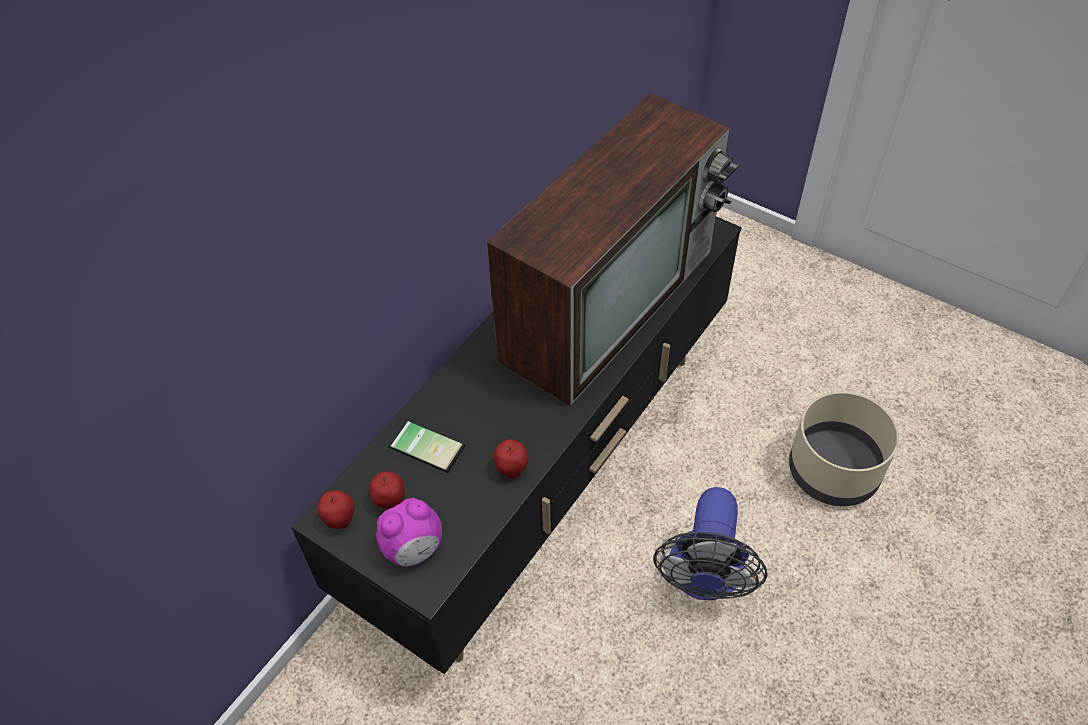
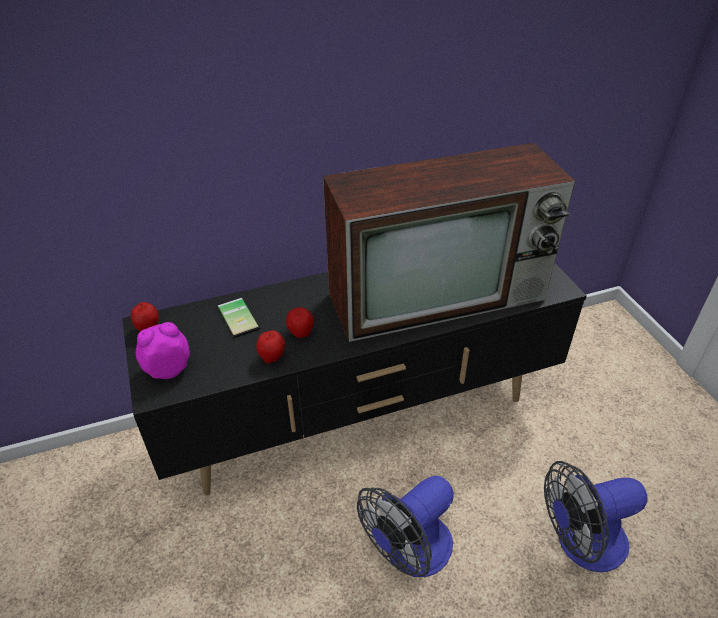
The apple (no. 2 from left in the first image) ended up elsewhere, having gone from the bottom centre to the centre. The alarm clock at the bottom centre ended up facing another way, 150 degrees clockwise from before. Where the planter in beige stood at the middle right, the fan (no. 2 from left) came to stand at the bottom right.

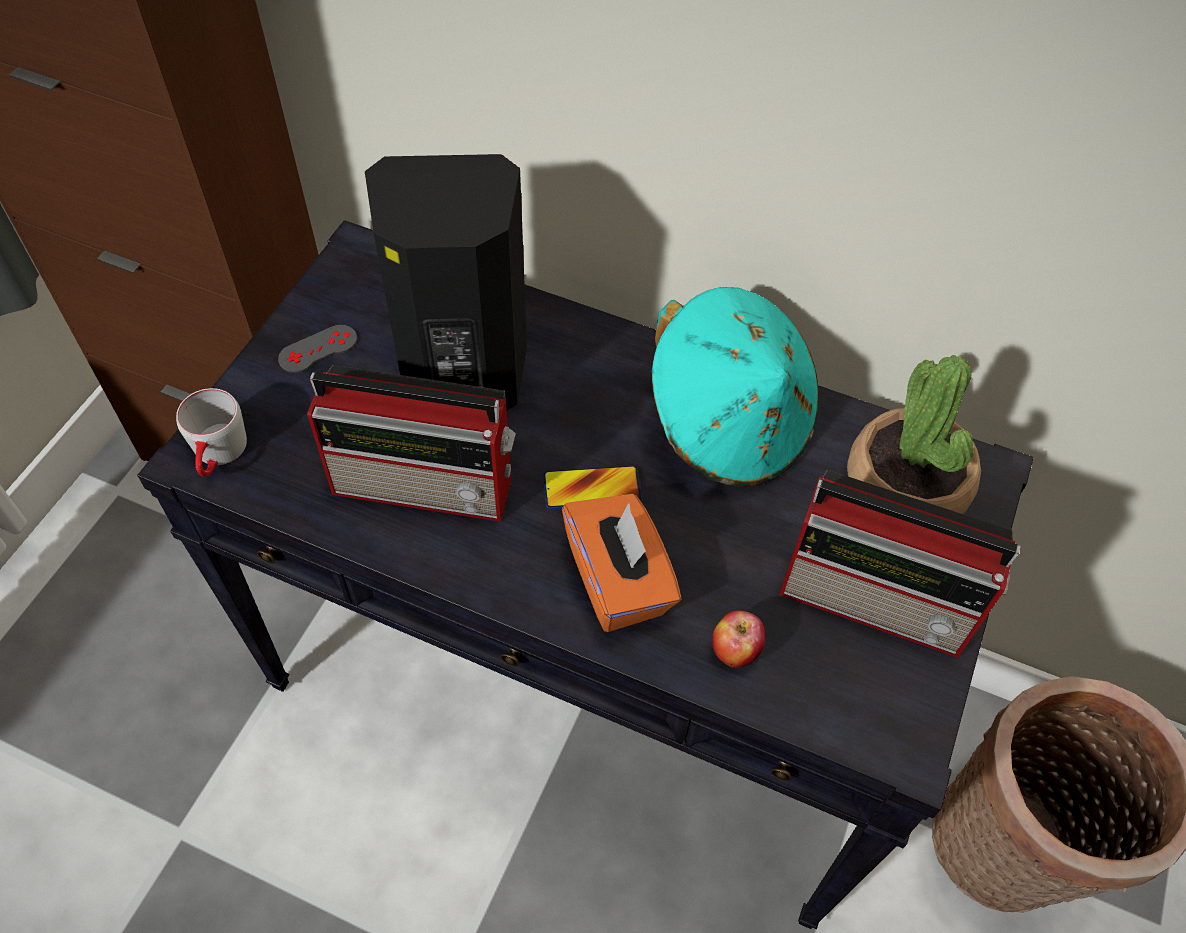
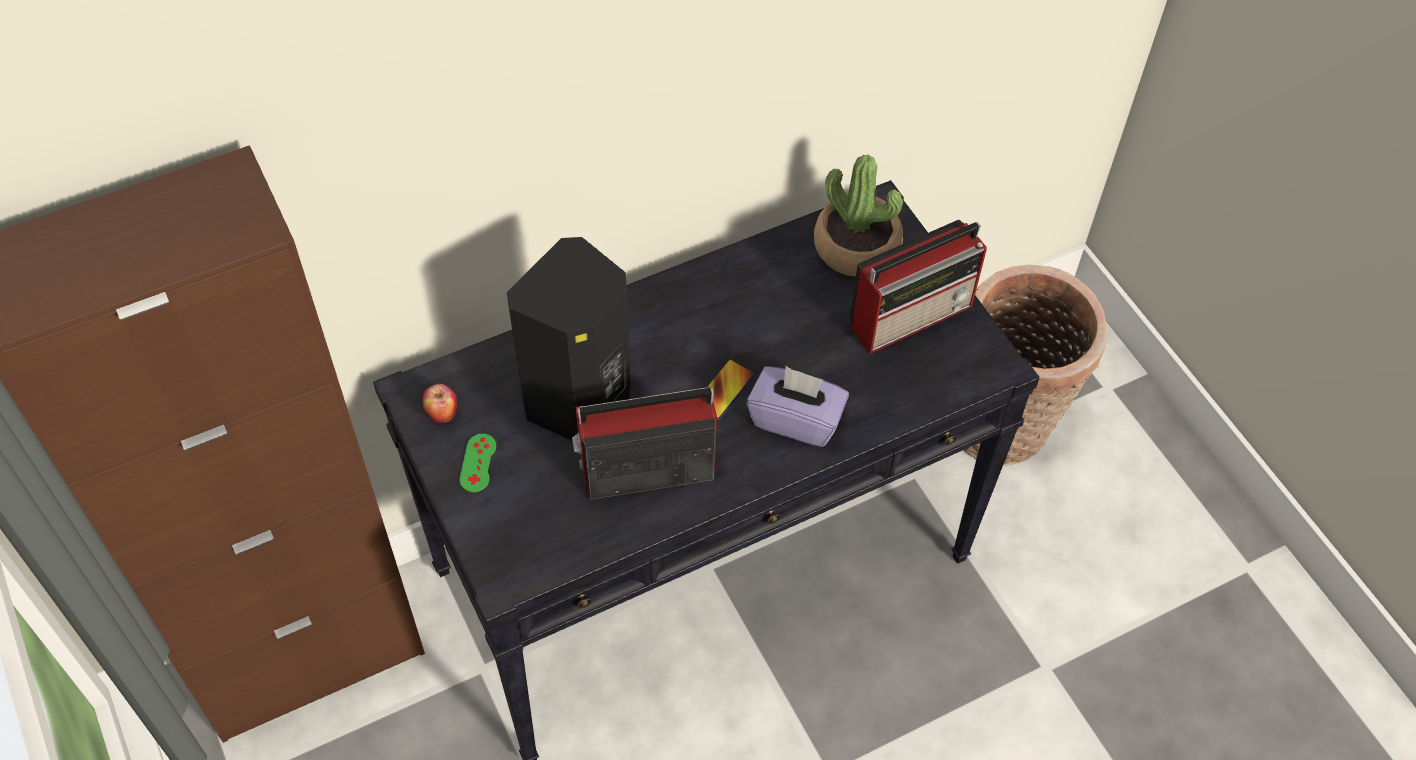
The second view lost the mug in grey at the middle left. What was the game controller in grey at the middle left turned into the game controller in green at the centre. The radio (no. 1 from left) at the centre ended up facing another way, 150 degrees counterclockwise from before. What was the tissue box in orange at the centre turned into the tissue box in purple at the centre. The second view lost the hat in turquoise at the centre. The apple ended up elsewhere, having gone from the bottom centre to the middle left.

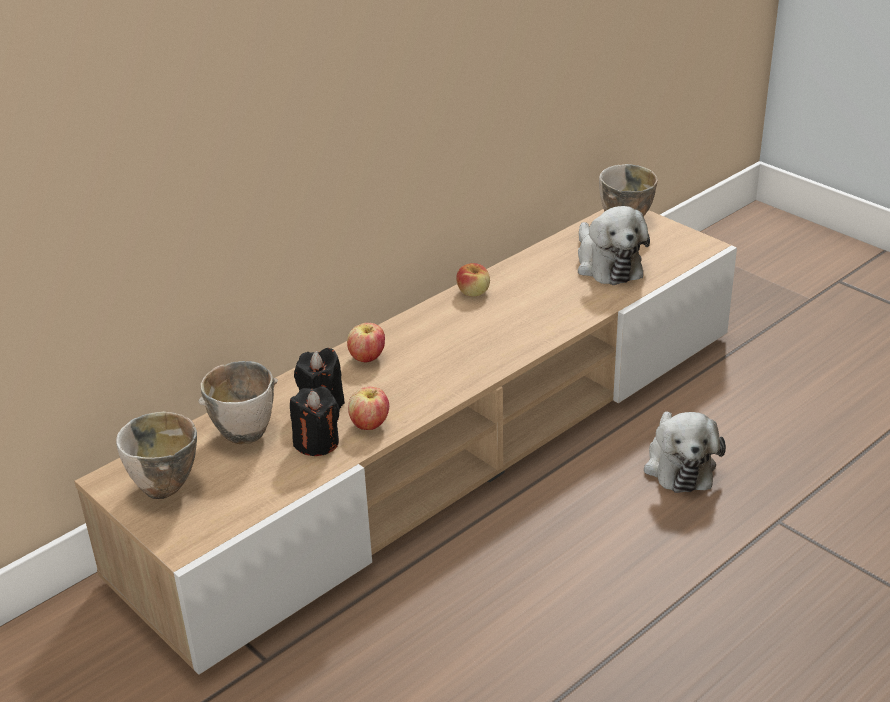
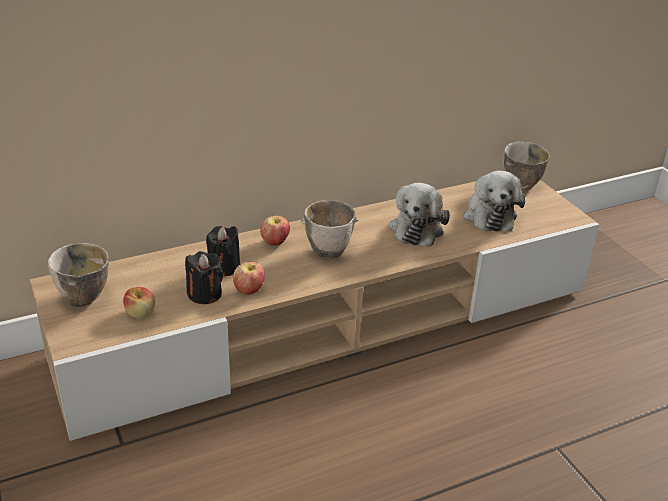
The bowl (no. 2 from left) ended up elsewhere, having gone from the middle left to the centre. The apple (no. 3 from left in the first image) ended up elsewhere, having gone from the centre to the middle left. The plush toy (no. 2 from left in the first image) ended up elsewhere, having gone from the middle right to the centre.

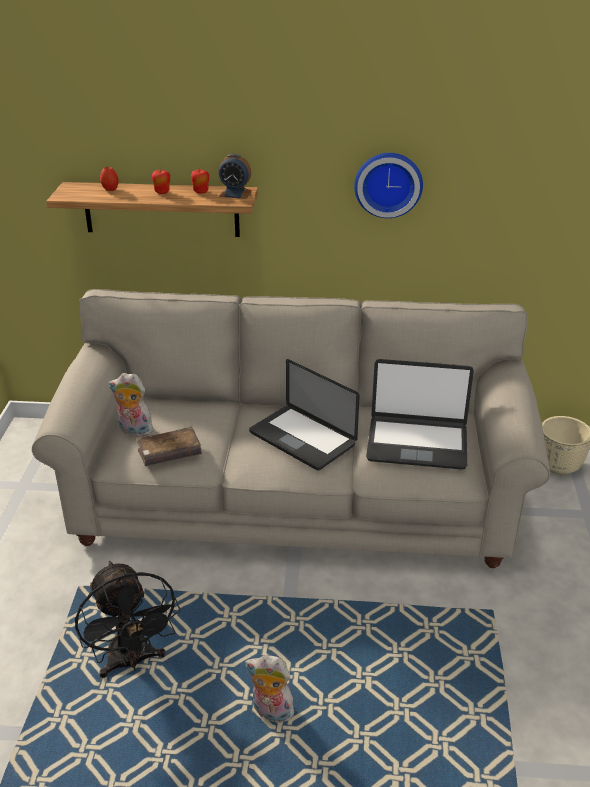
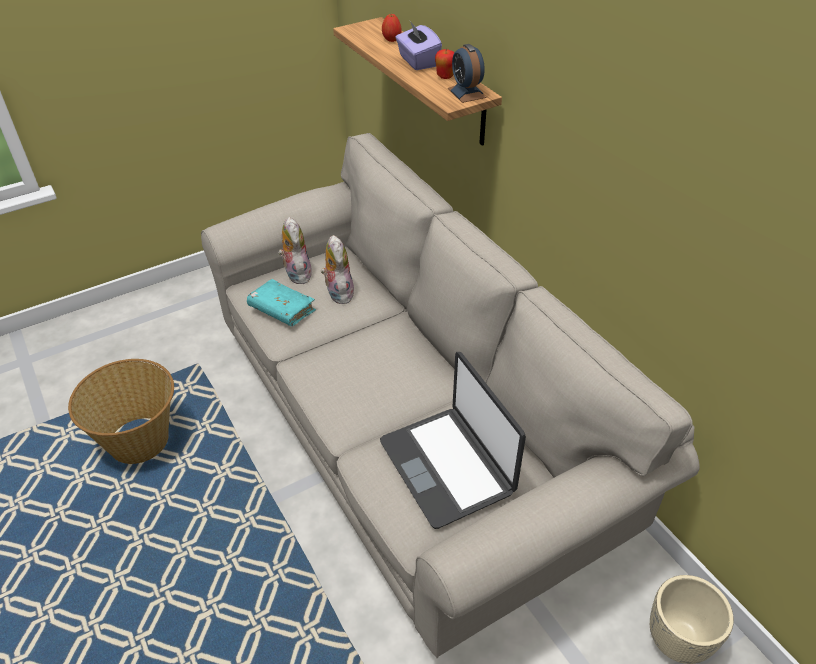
Where the fan in black stood at the bottom left, the basket came to stand at the middle left. What was the book in brown at the middle left turned into the book in turquoise at the centre. Where the apple (no. 2 from left) stood at the top left, the tissue box in purple came to stand at the top centre. The plush toy (no. 2 from left) ended up elsewhere, having gone from the bottom centre to the centre. The second view lost the laptop (no. 1 from left) at the centre. The second view lost the wall clock at the top centre.

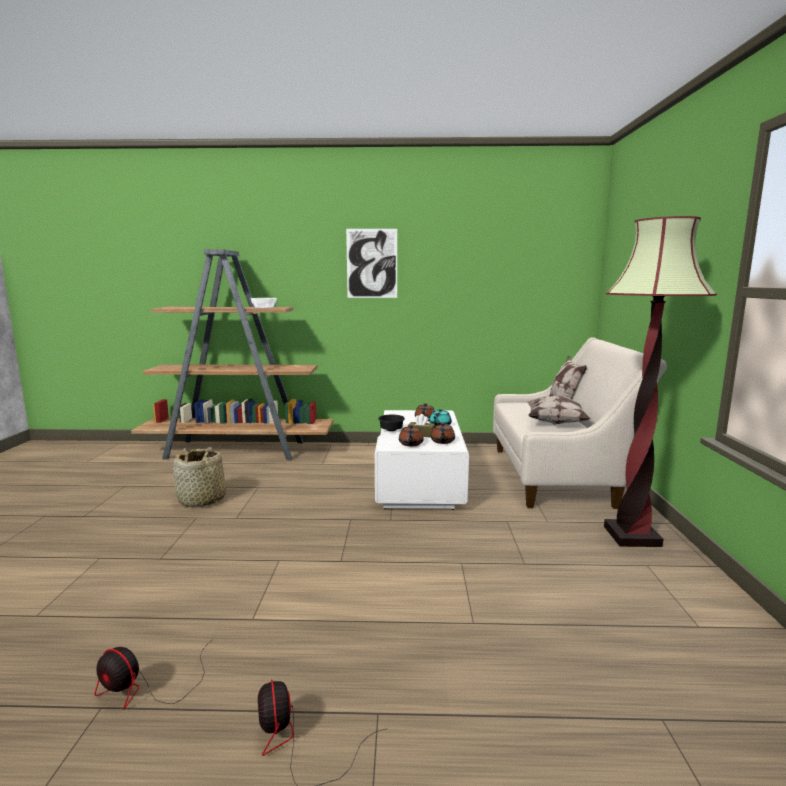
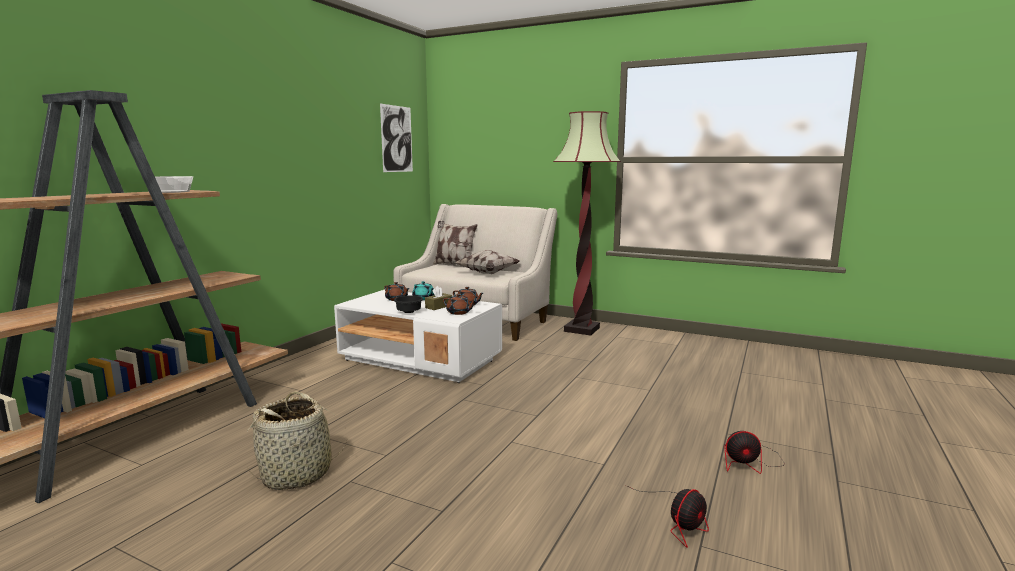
The picture ended up elsewhere, having gone from the centre to the top centre.

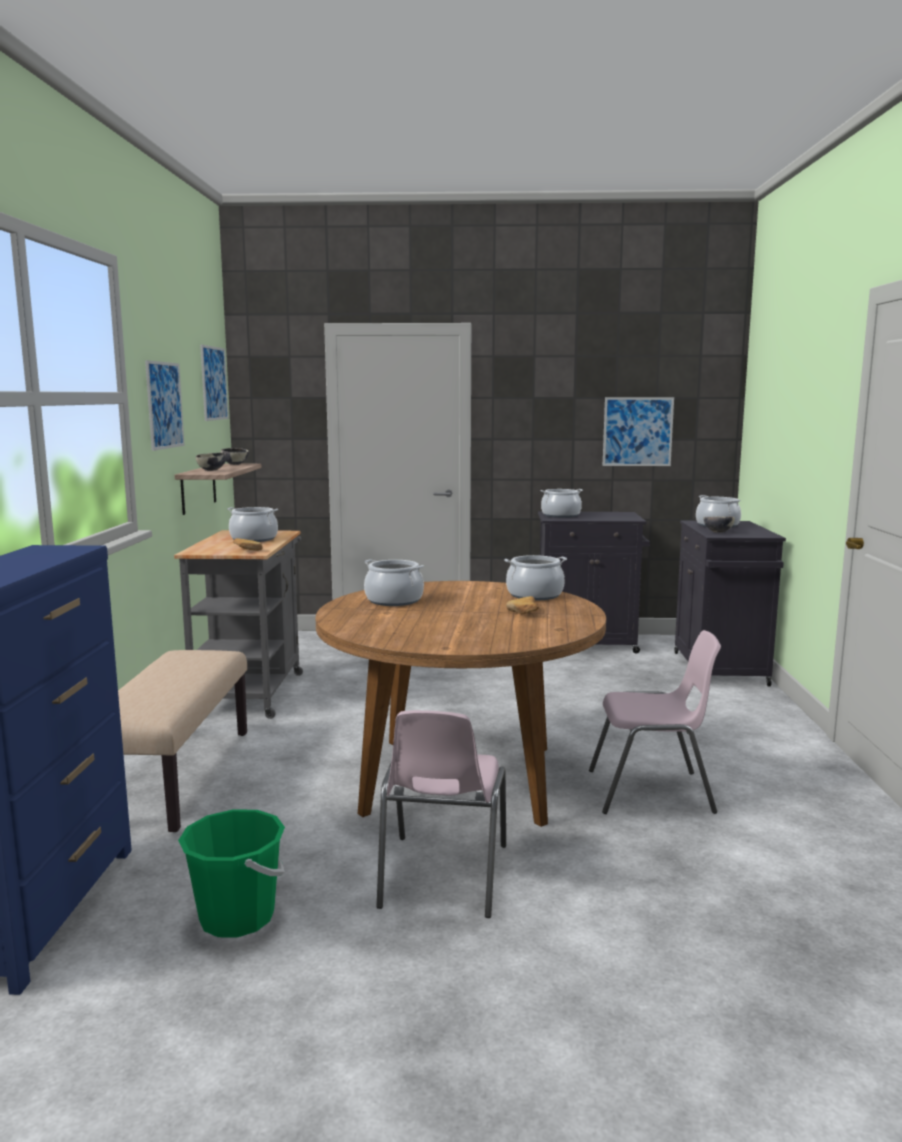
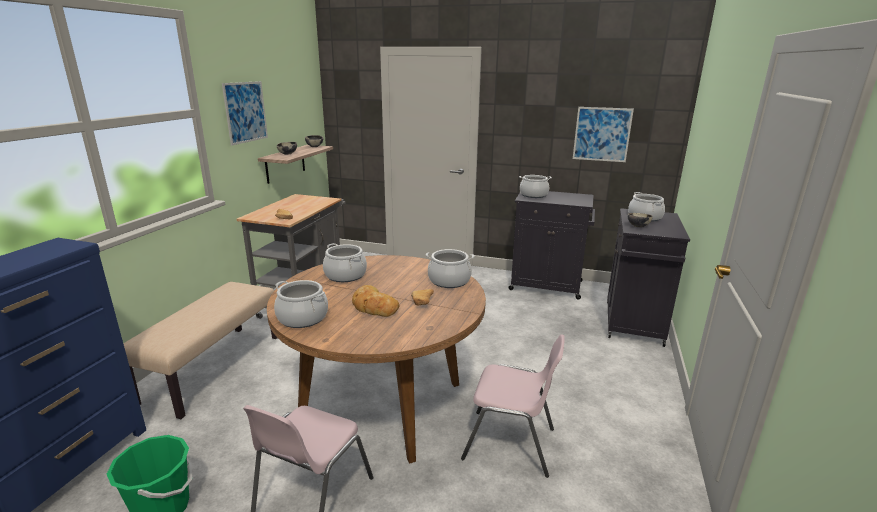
The second view lost the picture (no. 2 from left) at the middle left. The cooking pot (no. 1 from left) ended up elsewhere, having gone from the middle left to the centre. The second view gained the bread (no. 2 from left) at the centre.

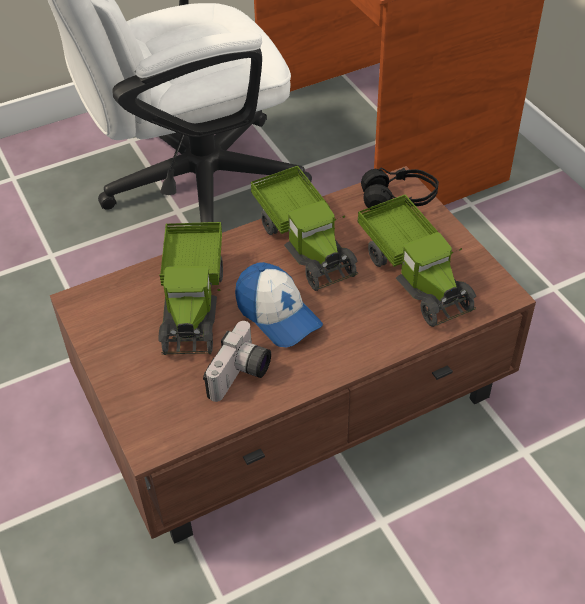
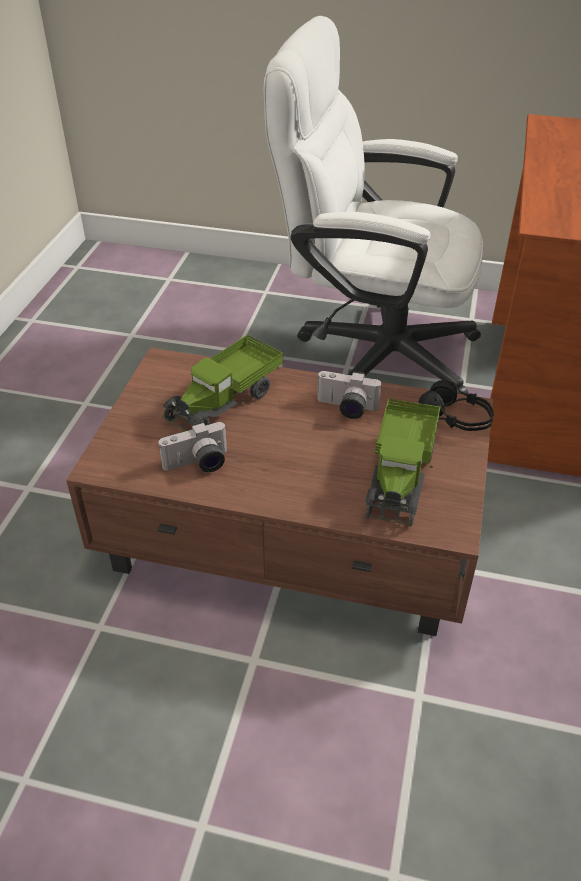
The second view lost the cap at the centre. Where the toy truck (no. 2 from left) stood at the centre, the photo camera (no. 2 from left) came to stand at the centre.

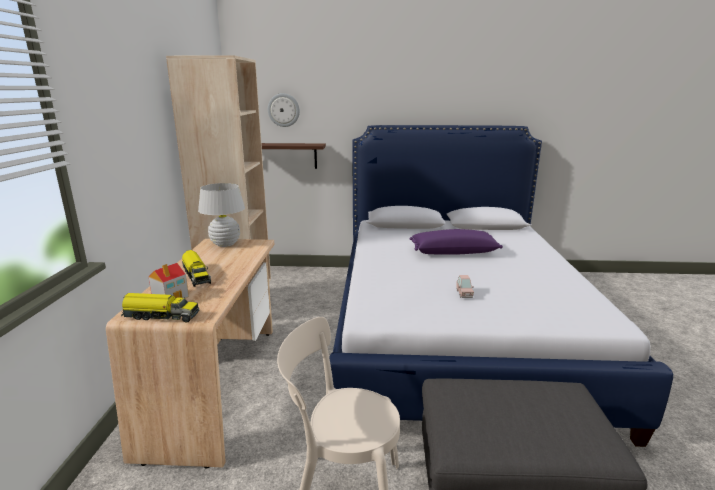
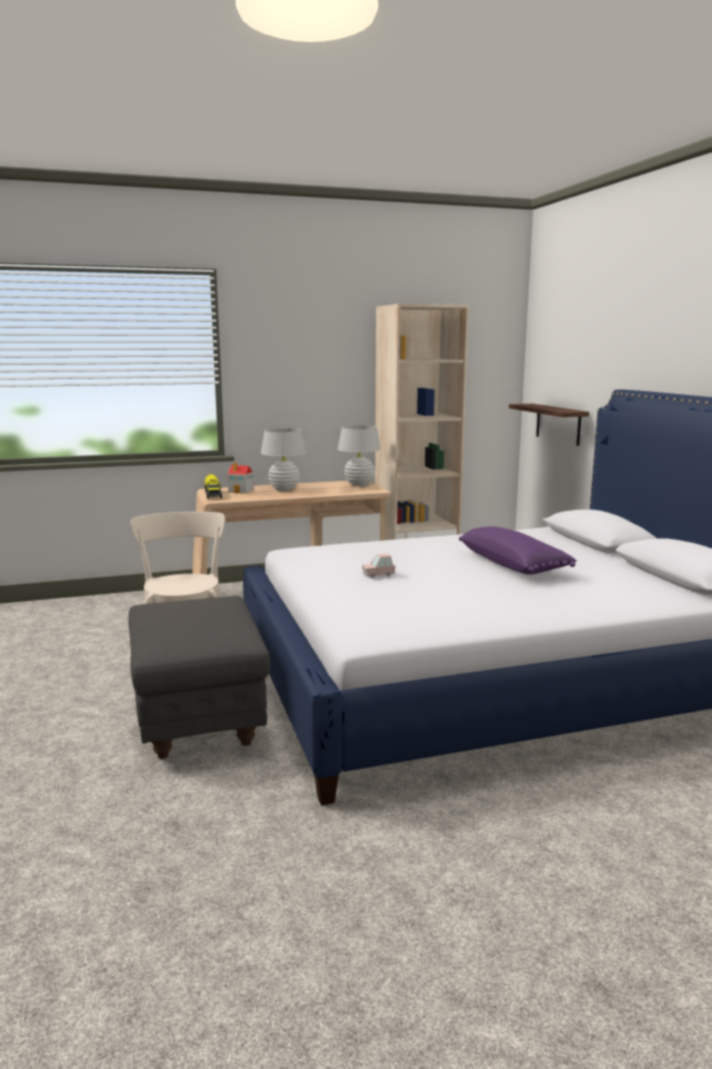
Where the toy truck (no. 2 from left) stood at the middle left, the table lamp in white (no. 1 from left) came to stand at the centre. The second view lost the wall clock at the top centre.

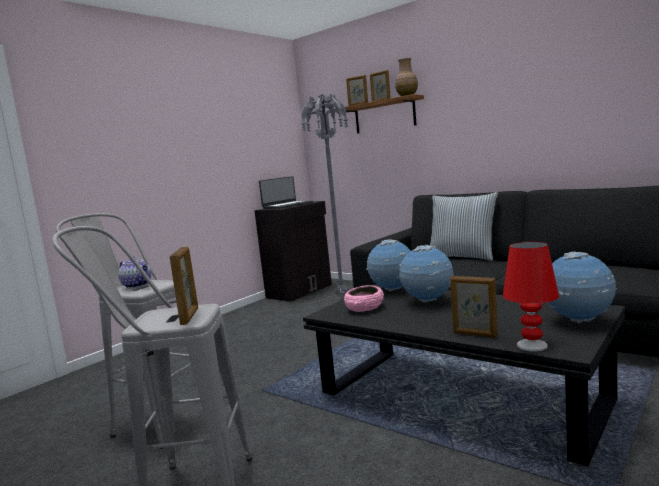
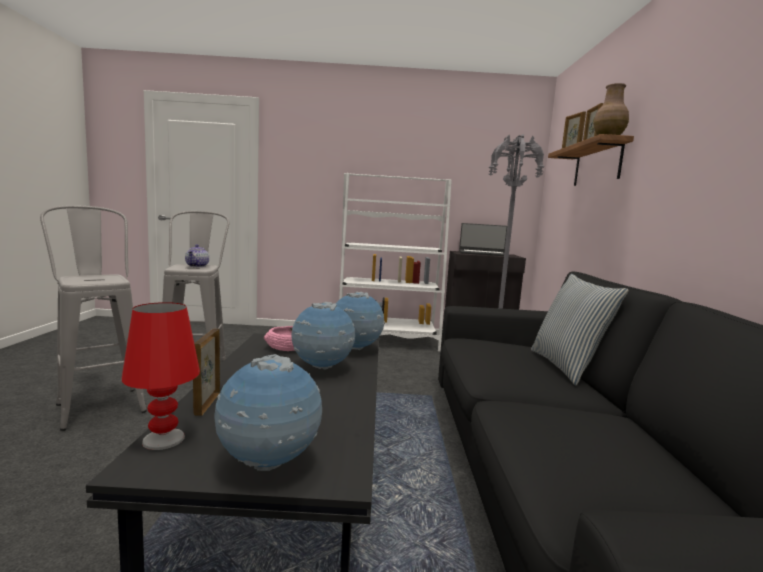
The second view lost the picture frame (no. 1 from left) at the middle left. The second view gained the bookcase in white at the centre.

